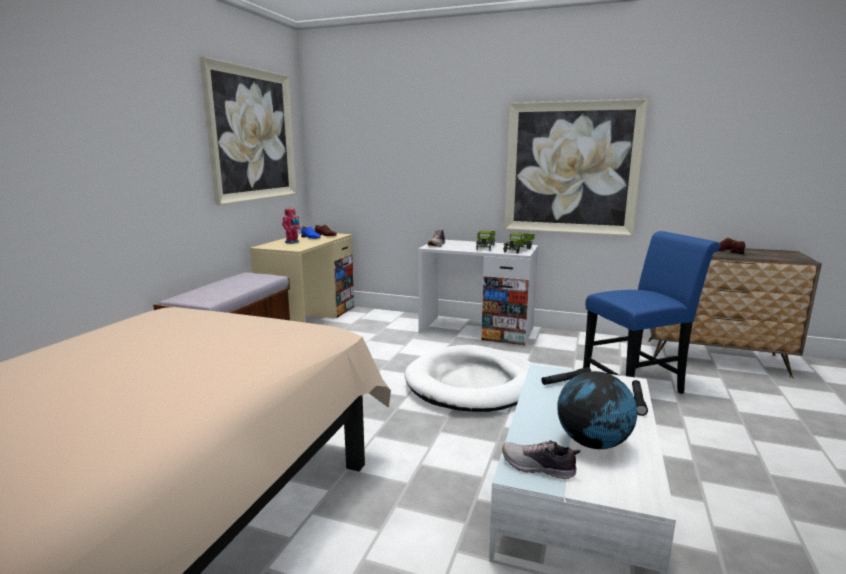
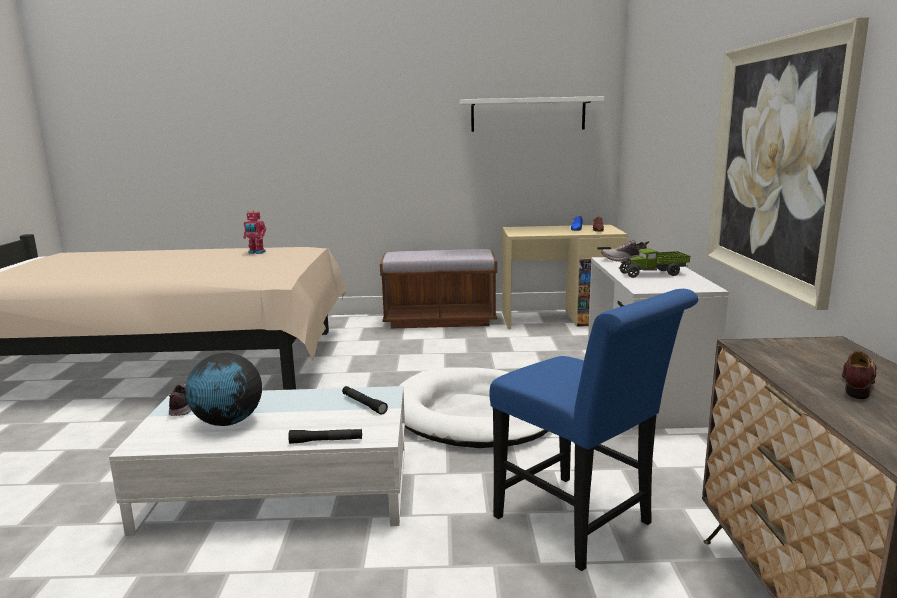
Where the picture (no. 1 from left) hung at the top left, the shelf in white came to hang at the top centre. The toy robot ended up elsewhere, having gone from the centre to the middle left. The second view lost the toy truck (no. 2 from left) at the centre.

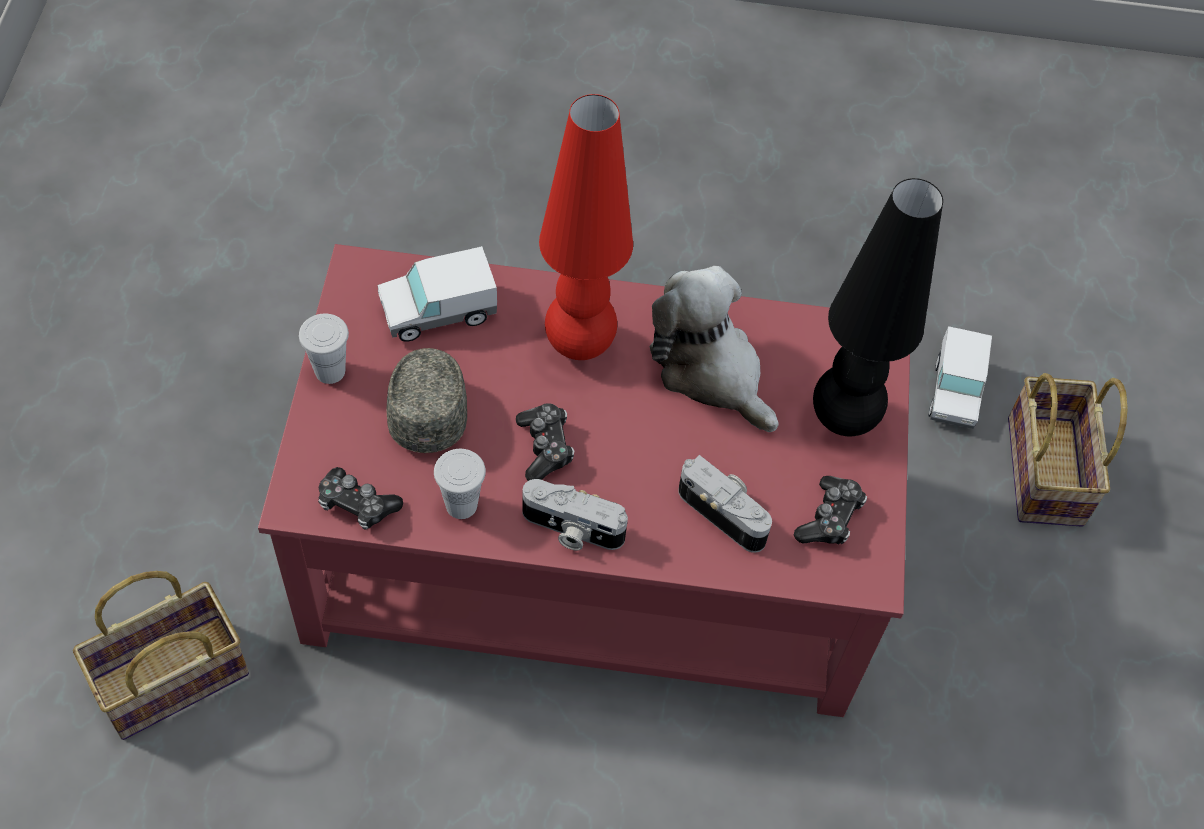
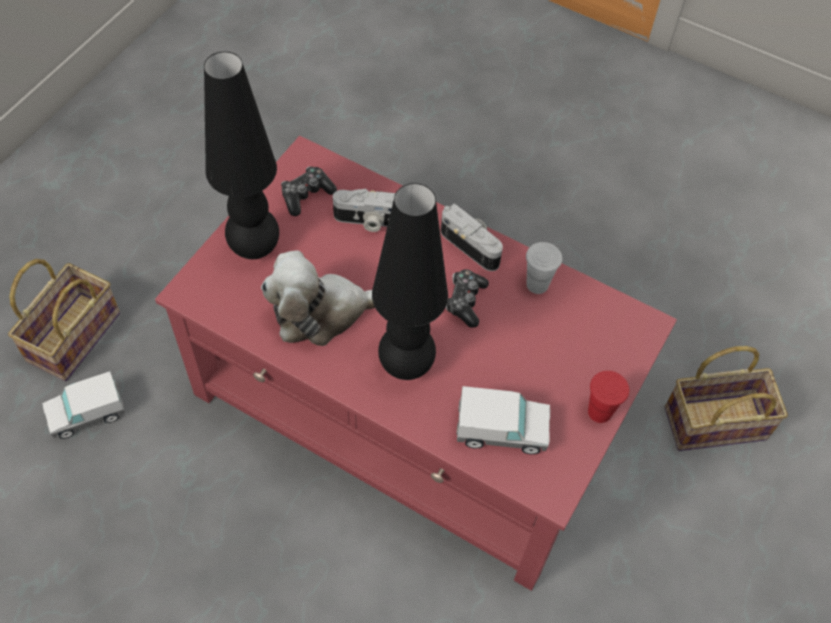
What was the cup in white (no. 1 from left) at the middle left turned into the cup in red at the middle right. The second view lost the game controller (no. 1 from left) at the middle left. The second view lost the cap in grey at the centre. What was the table lamp in red at the top centre turned into the table lamp in black (no. 2 from left) at the centre. The plush toy at the centre ended up facing another way, 90 degrees clockwise from before. The photo camera (no. 2 from left in the first image) at the centre ended up facing another way, 60 degrees counterclockwise from before. The toy truck (no. 2 from left in the first image) at the middle right ended up facing another way, 150 degrees counterclockwise from before.

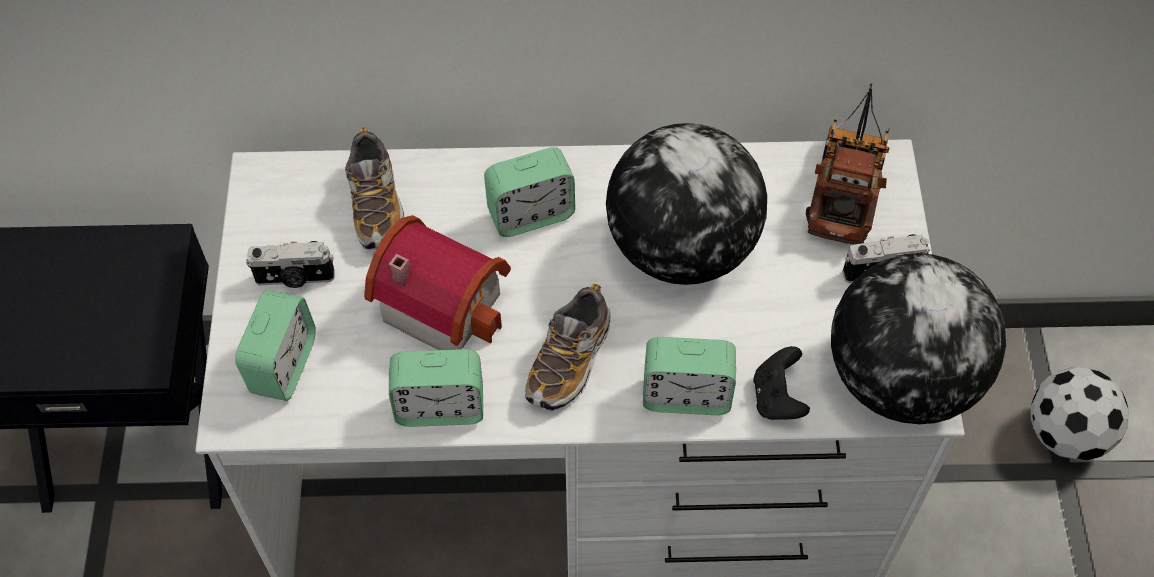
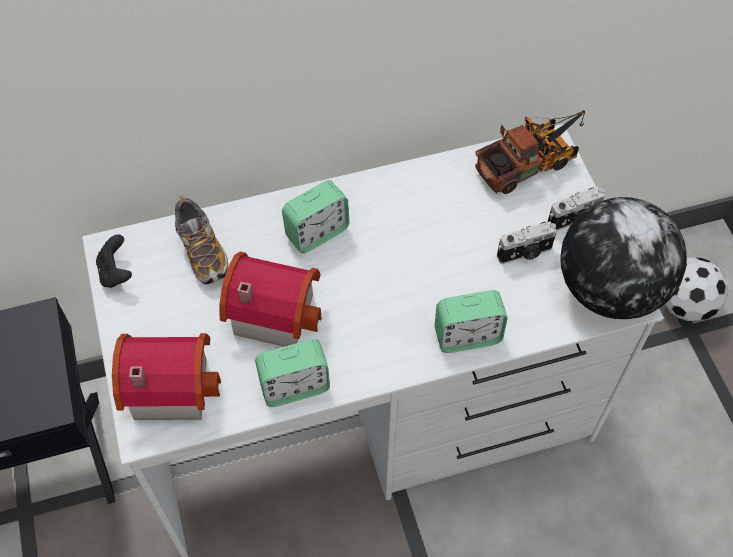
Where the alarm clock (no. 1 from left) stood at the middle left, the toy house (no. 1 from left) came to stand at the bottom left. The photo camera (no. 1 from left) ended up elsewhere, having gone from the middle left to the middle right. The second view lost the shoe (no. 2 from left) at the centre. The second view lost the globe (no. 1 from left) at the centre. The game controller in black ended up elsewhere, having gone from the middle right to the middle left. The toy truck at the top right ended up facing another way, 60 degrees clockwise from before.

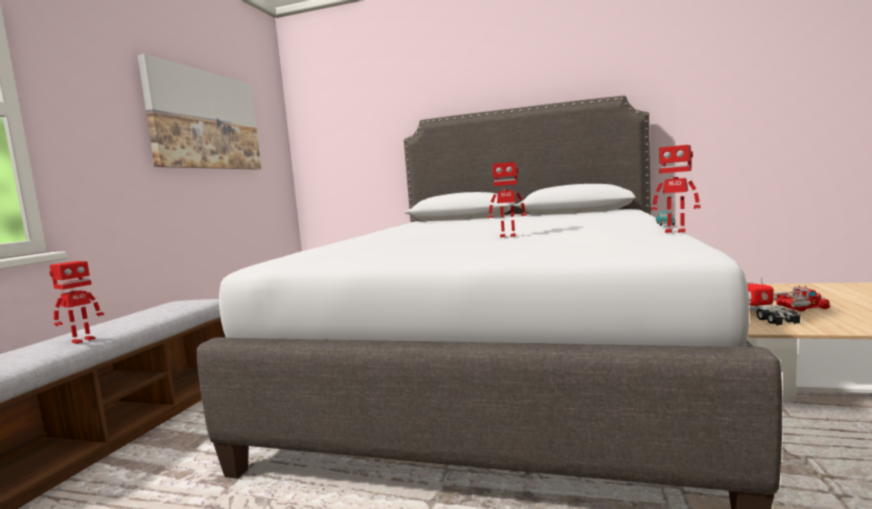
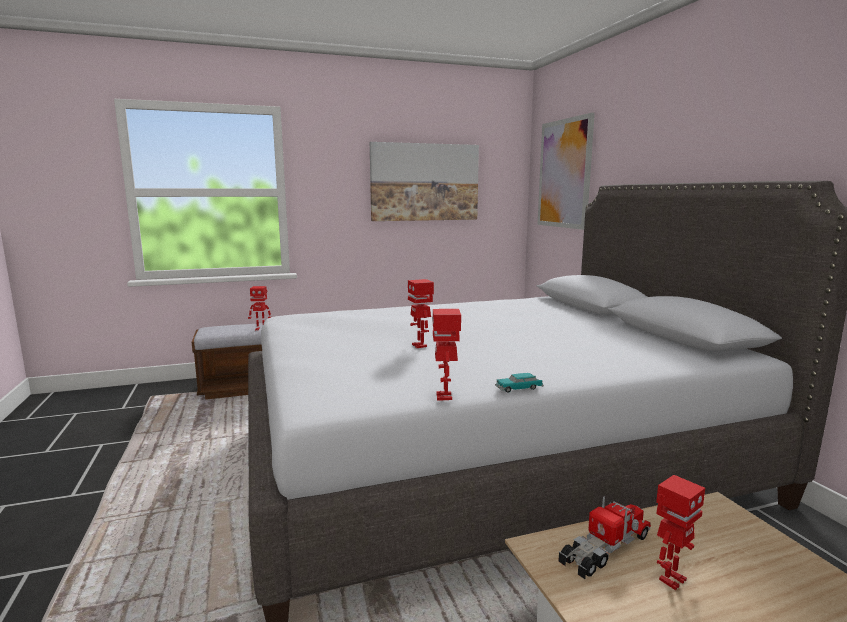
Where the toy truck (no. 2 from left) stood at the middle right, the toy robot (no. 4 from left) came to stand at the bottom right. The second view gained the picture (no. 2 from left) at the top right.

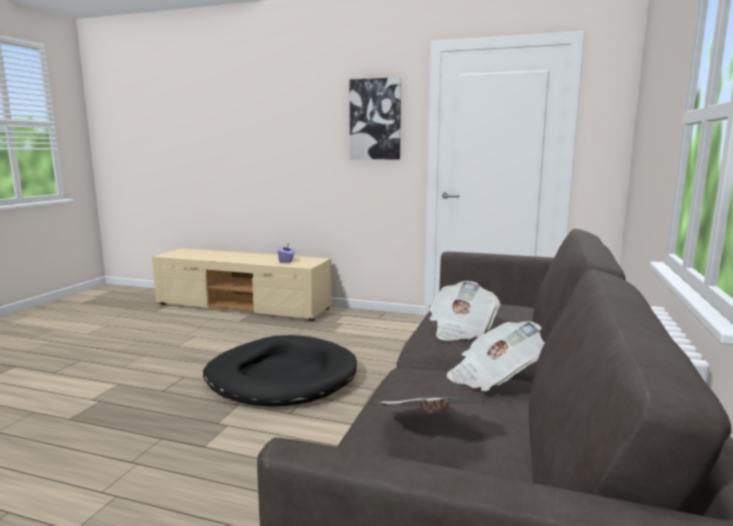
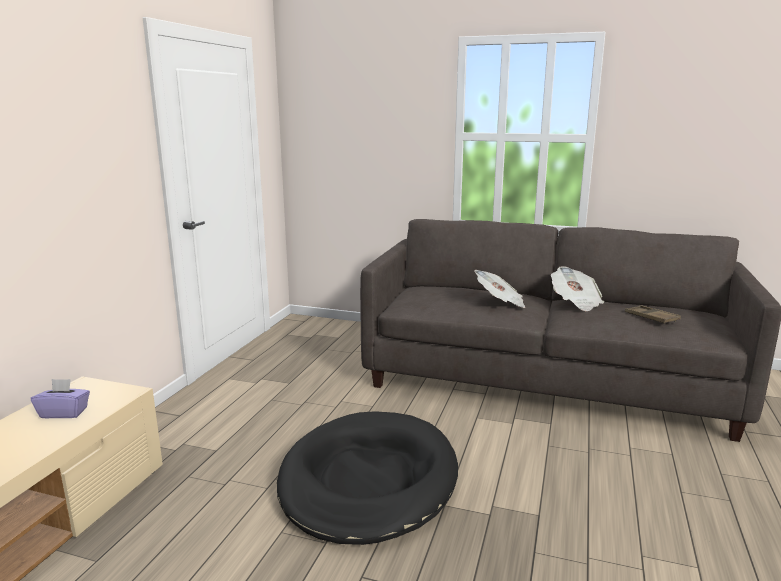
The second view lost the picture at the top centre. Where the newspaper (no. 1 from left) stood at the bottom centre, the tray in brown came to stand at the middle right.

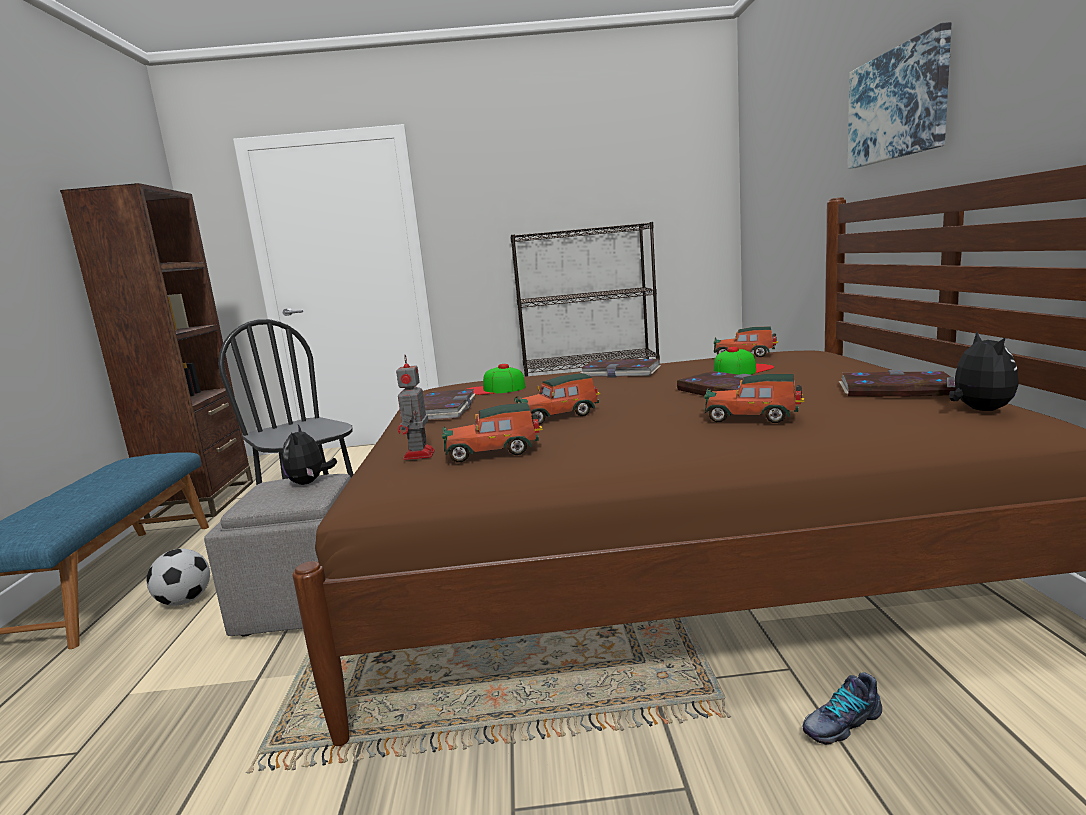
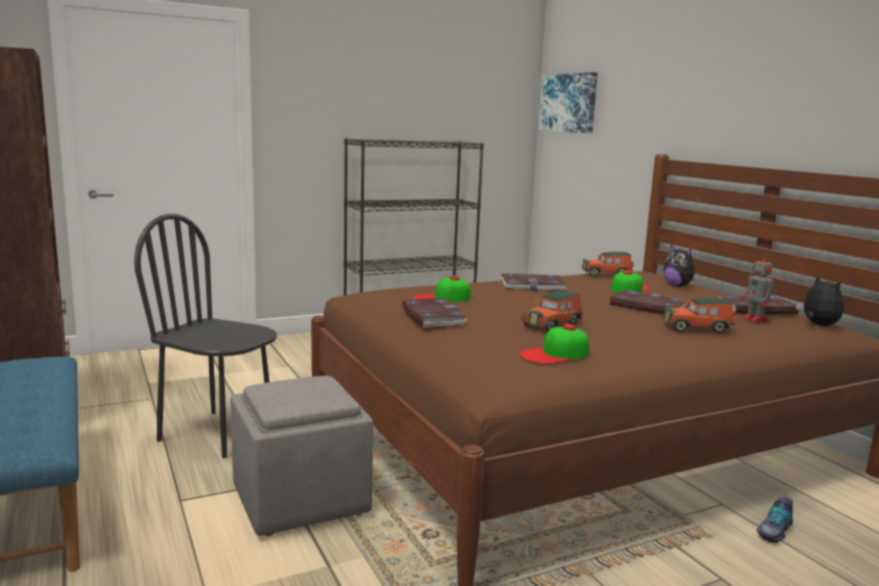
The second view lost the football at the bottom left. The plush toy (no. 1 from left) ended up elsewhere, having gone from the middle left to the middle right. The toy robot ended up elsewhere, having gone from the centre to the middle right. Where the toy car (no. 1 from left) stood at the centre, the cap (no. 2 from left) came to stand at the centre. The picture ended up elsewhere, having gone from the top right to the top centre.

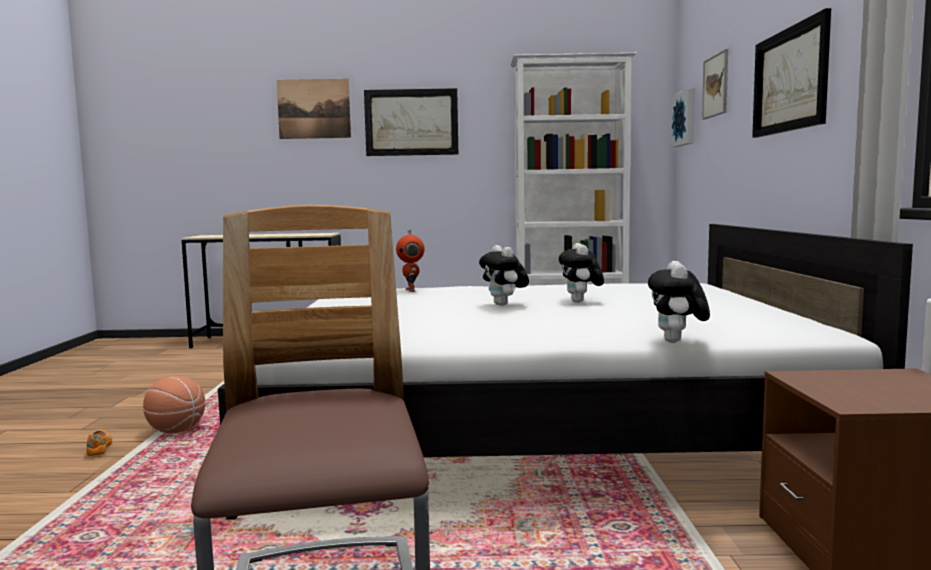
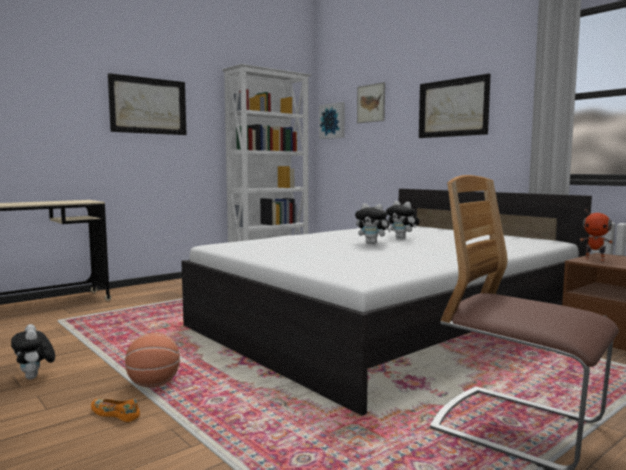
The second view lost the picture (no. 1 from left) at the top centre. The toy robot ended up elsewhere, having gone from the centre to the middle right. The plush toy (no. 3 from left in the first image) ended up elsewhere, having gone from the middle right to the bottom left.

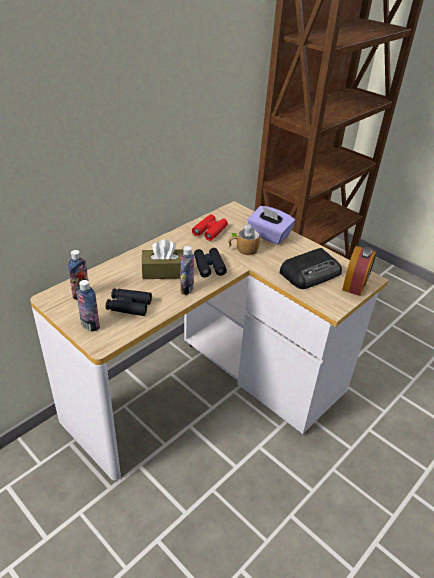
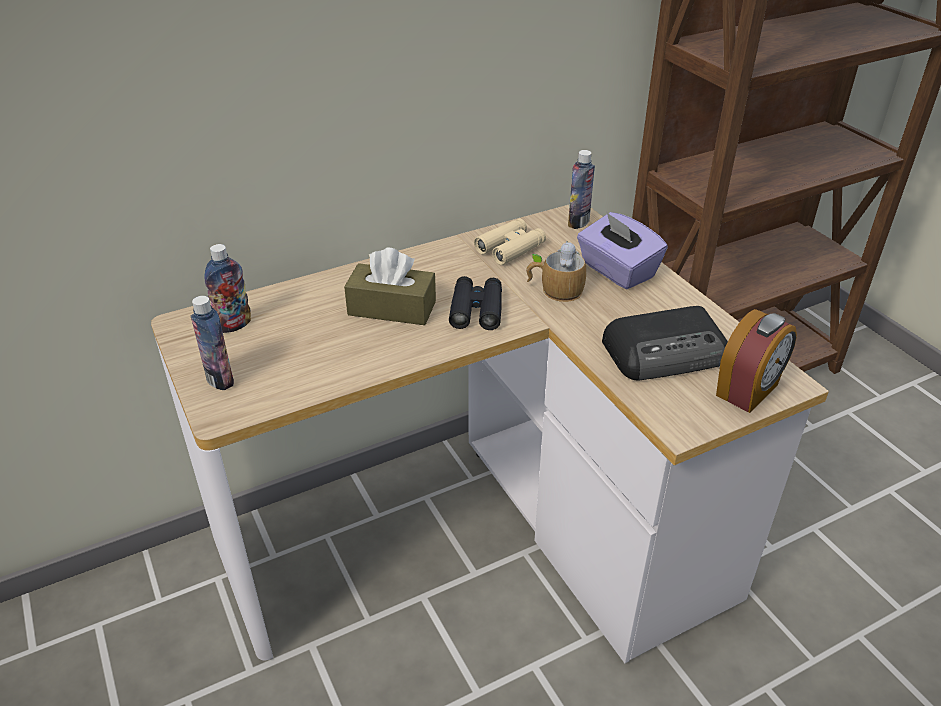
The second view lost the binoculars in black (no. 1 from left) at the middle left. The bottle (no. 3 from left) ended up elsewhere, having gone from the centre to the top centre. What was the binoculars in red at the centre turned into the binoculars in beige at the centre.

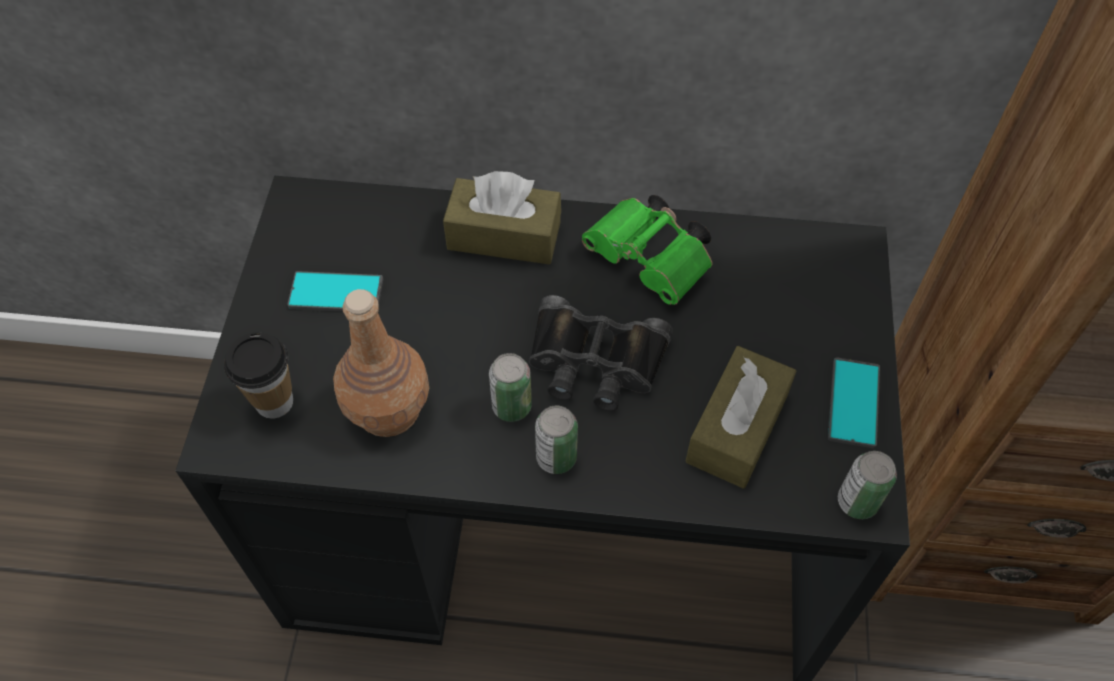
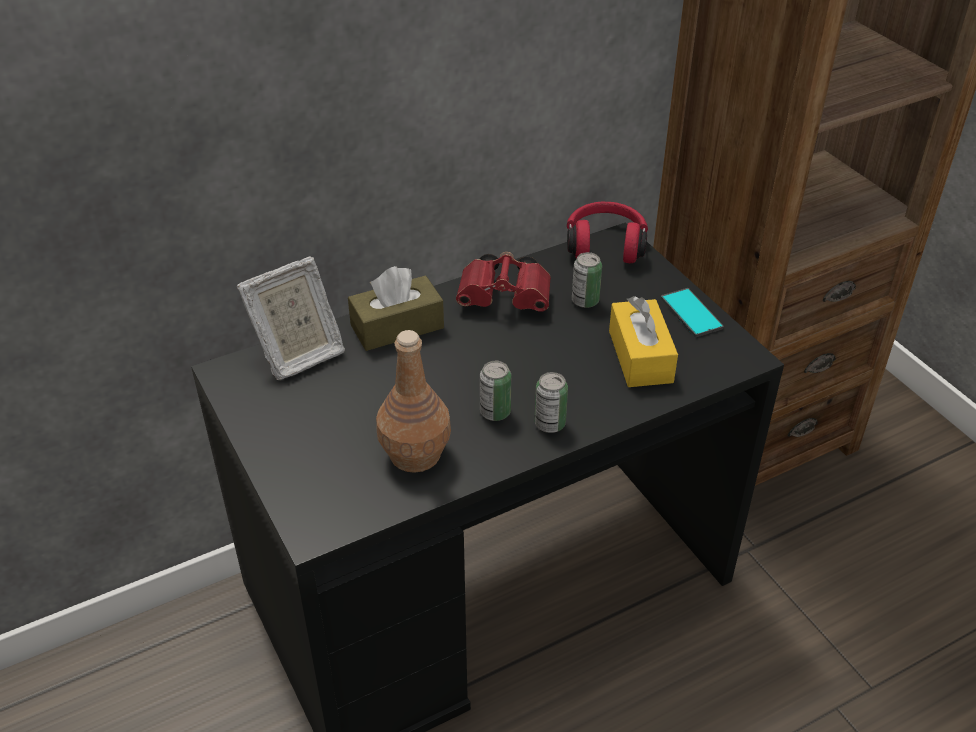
The second view lost the cup at the middle left. The second view lost the phone (no. 1 from left) at the middle left. The second view lost the binoculars in black at the centre. What was the binoculars in green at the centre turned into the binoculars in red at the centre. What was the tissue box in brown (no. 2 from left) at the centre turned into the tissue box in yellow at the centre. The can (no. 3 from left) ended up elsewhere, having gone from the bottom right to the centre. The second view gained the picture frame at the middle left. The second view gained the headphones in red at the top centre.

